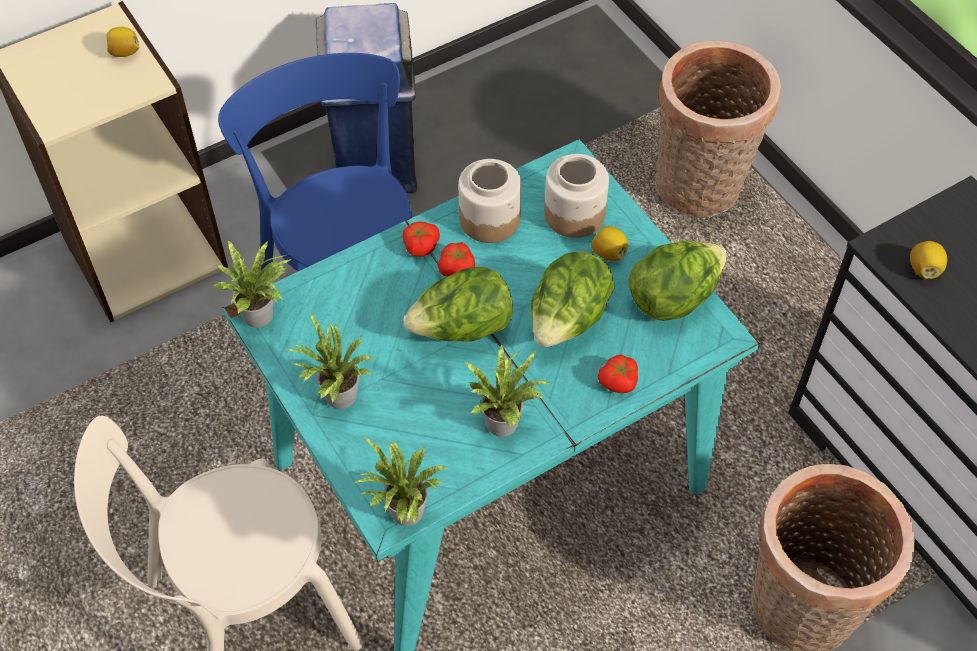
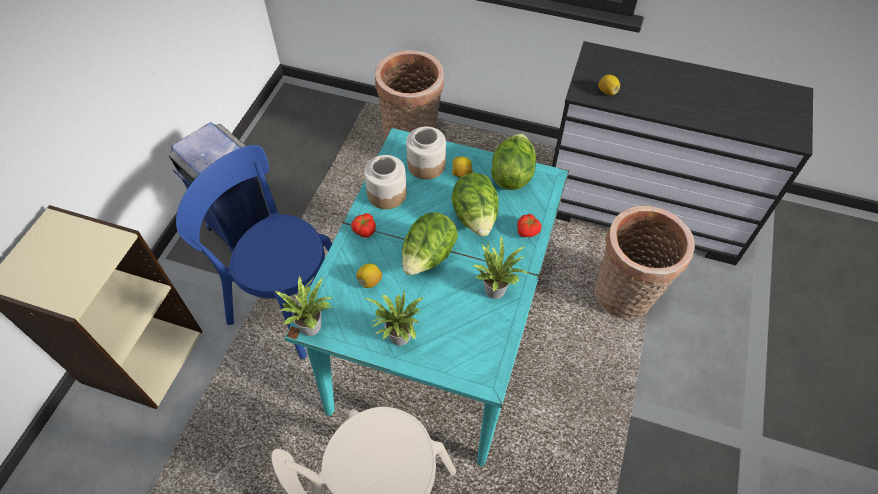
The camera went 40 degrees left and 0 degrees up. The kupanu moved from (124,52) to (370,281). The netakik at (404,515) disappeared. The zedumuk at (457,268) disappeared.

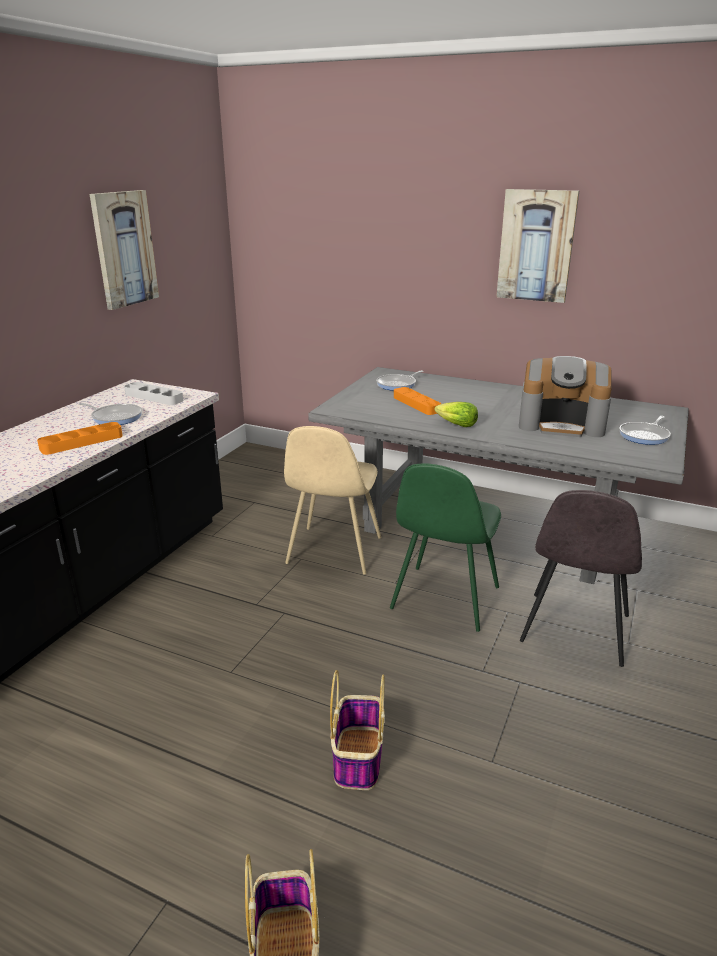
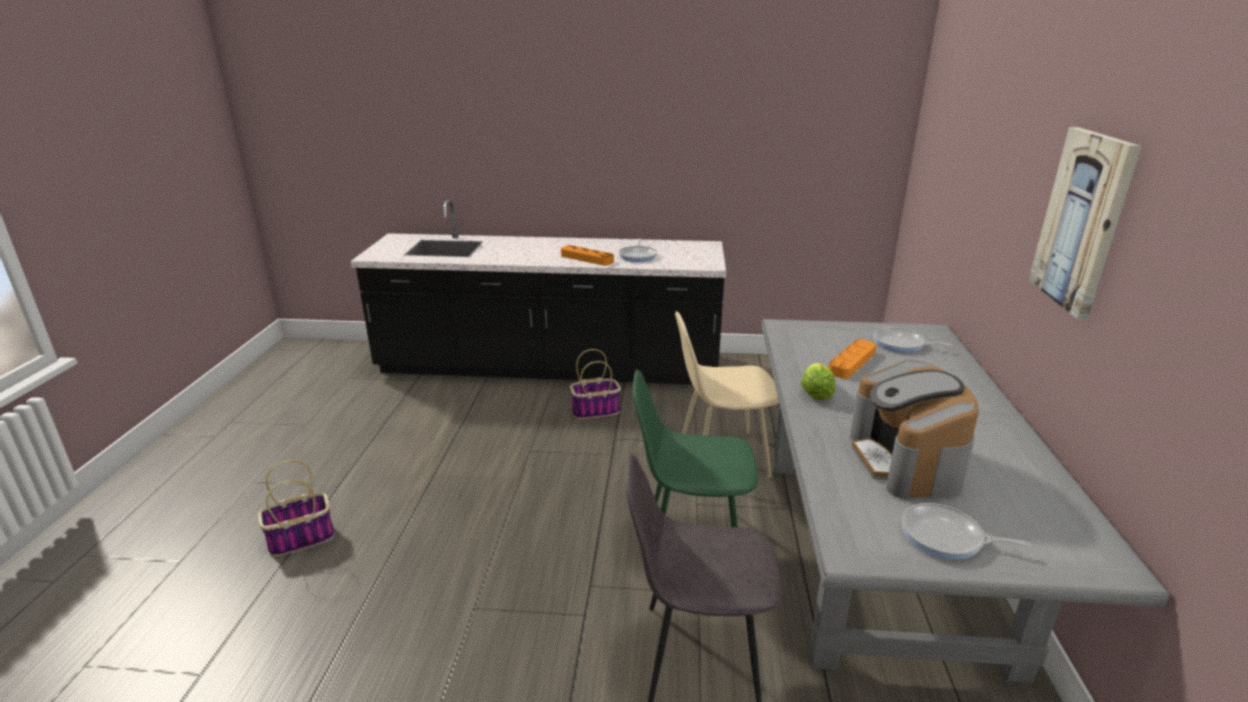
The camera went 70 degrees right and 0 degrees up. The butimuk at (124,249) disappeared. The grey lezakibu at (154,397) disappeared. The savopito moved from (358,757) to (596,410).

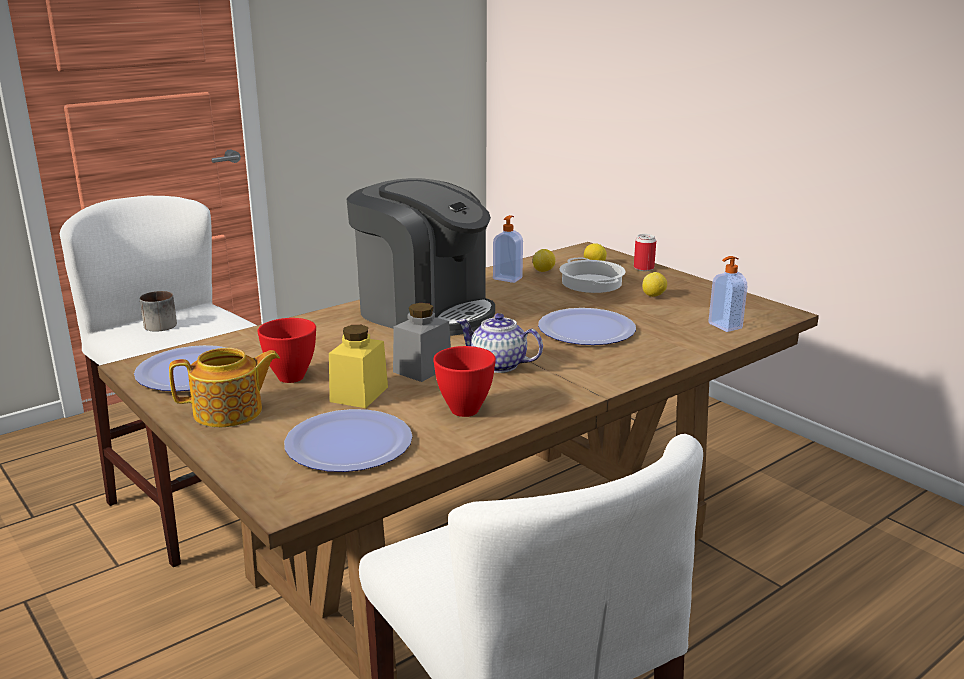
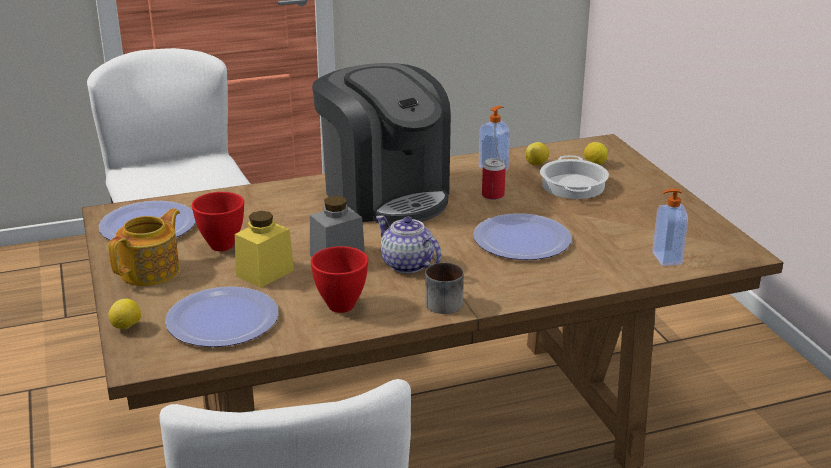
The camera went 20 degrees right and 5 degrees up. The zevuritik moved from (158,324) to (441,301). The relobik at (230,412) turned 60 degrees counterclockwise. The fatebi moved from (643,268) to (493,196). The kupanu moved from (654,296) to (127,327).

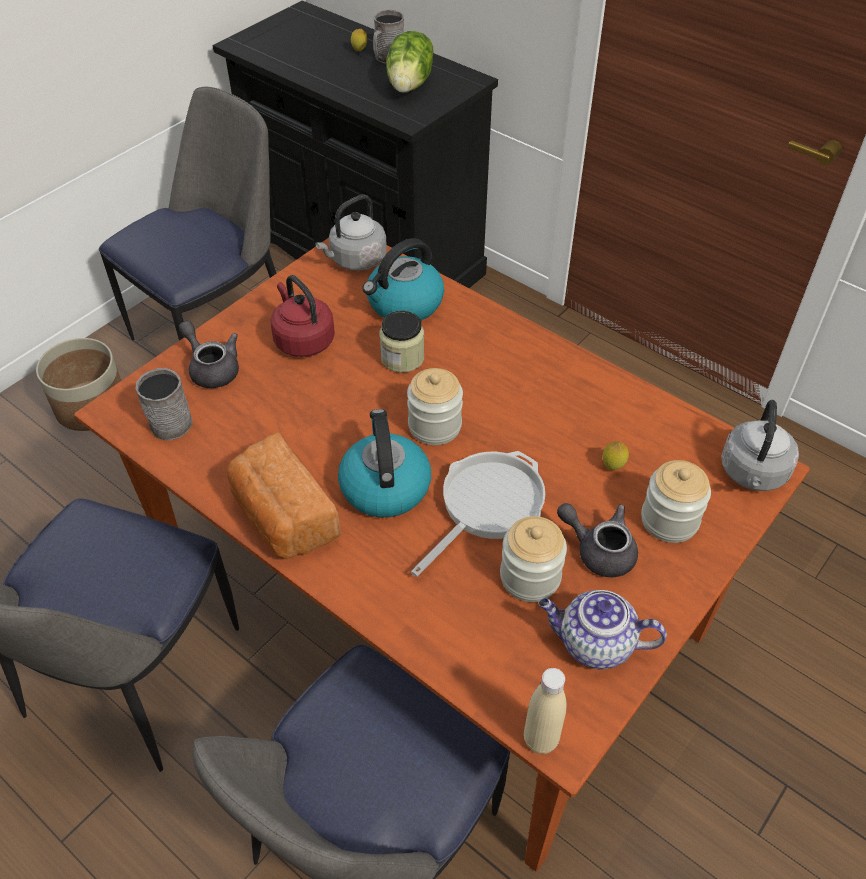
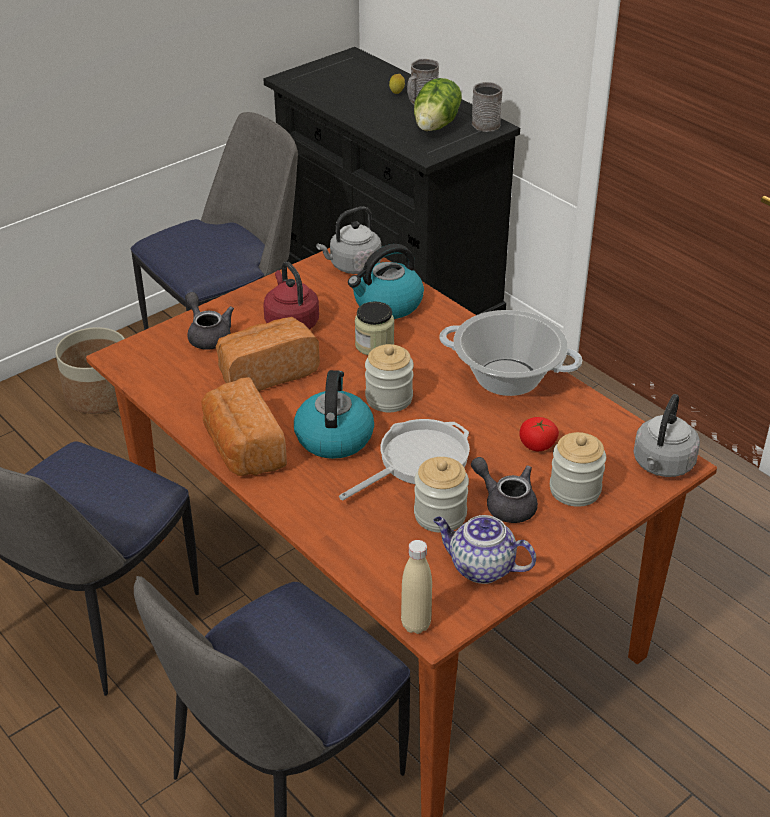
The camera went 10 degrees right and 10 degrees down. The grey zevuritik moved from (169,419) to (484,123). The kupanu at (612,467) was replaced by the zedumuk at (537,446). The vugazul at (265,373) appeared. The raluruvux at (507,377) appeared.

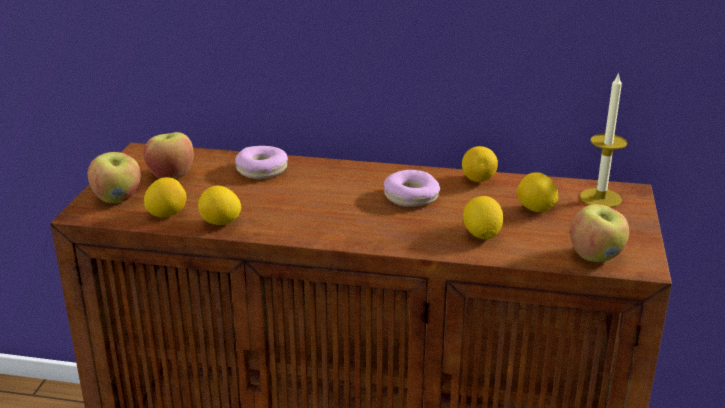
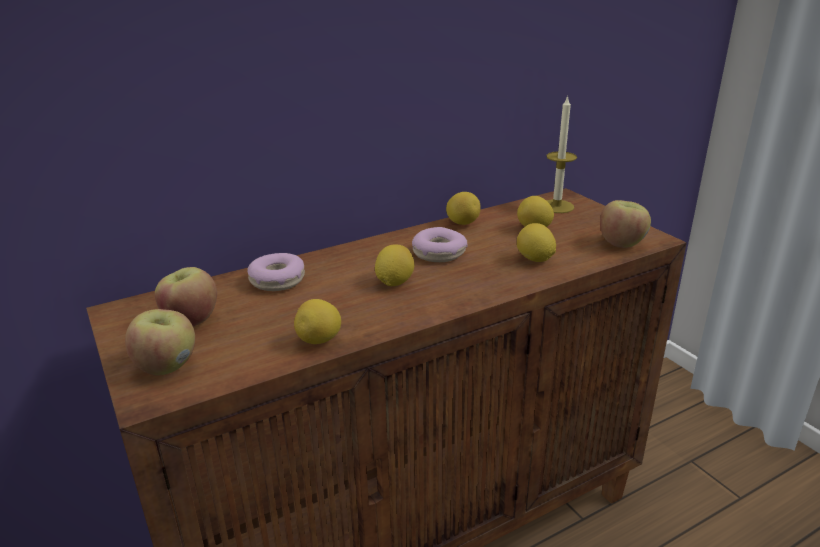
The camera went 40 degrees left and 0 degrees up. The kupanu moved from (167,214) to (394,282).

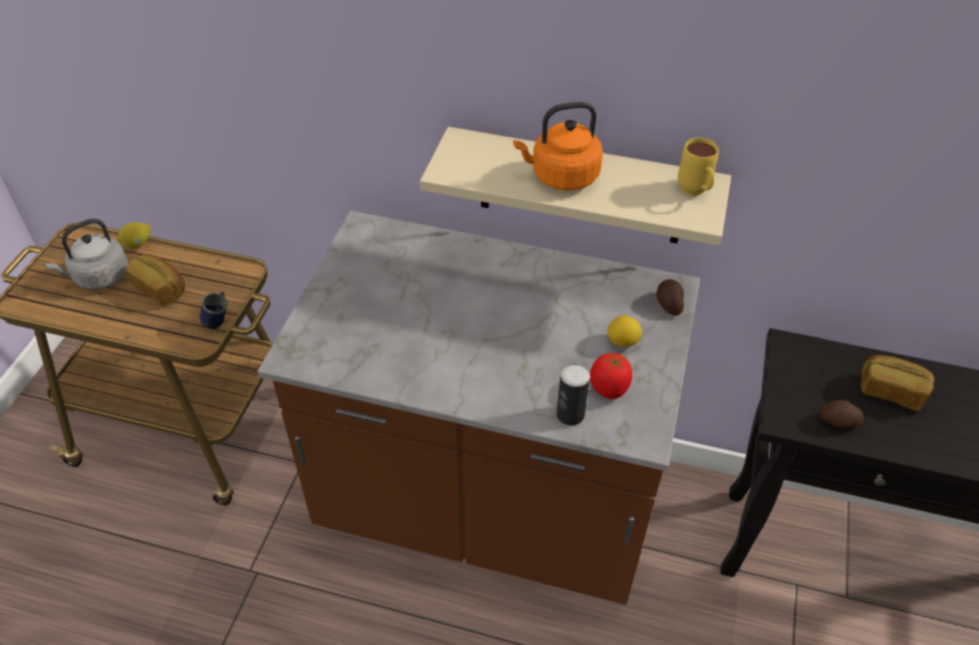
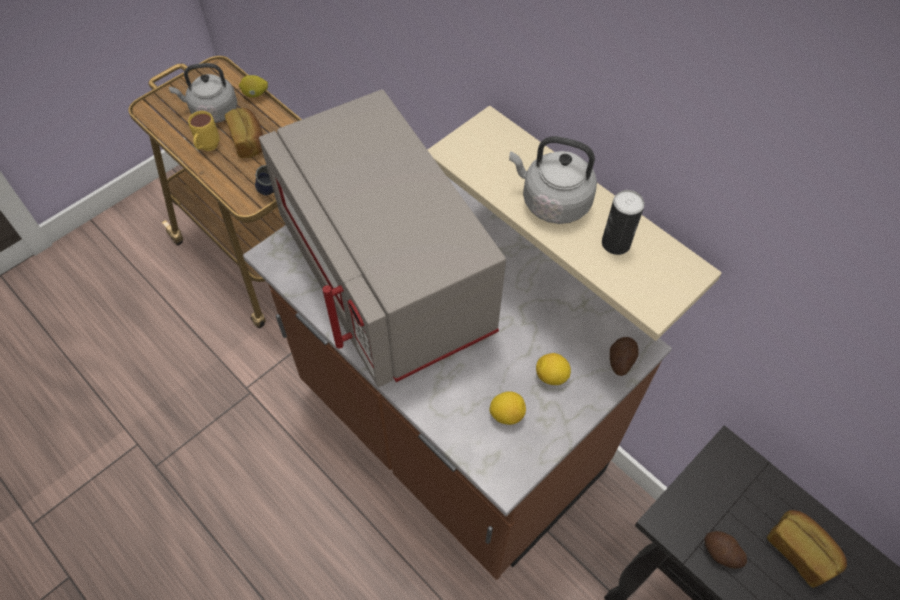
The camera went 30 degrees right and 10 degrees up. The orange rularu at (561,177) became the grey rularu at (552,201). The fatebi moved from (570,414) to (615,243). The zedumuk at (609,389) was replaced by the kupanu at (506,414). The yellow zevuritik moved from (695,193) to (207,148). The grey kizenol at (388,278) appeared.

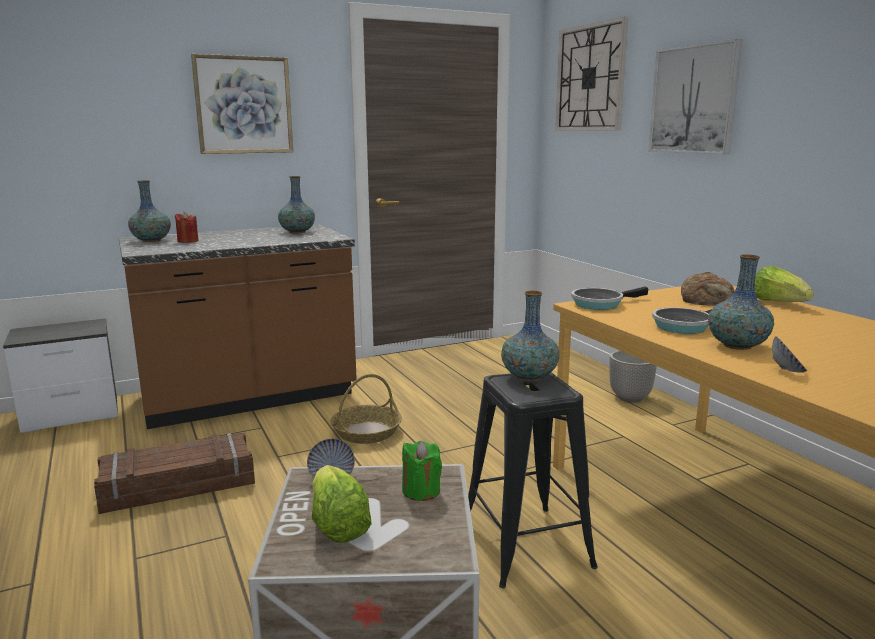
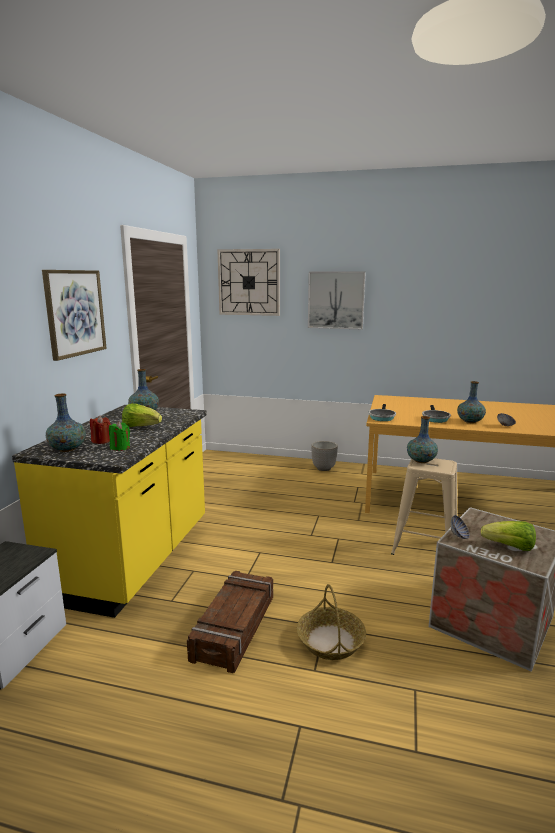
The camera went 50 degrees left and 0 degrees up. The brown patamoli at (248,398) became the yellow patamoli at (134,560). The savopito moved from (367,432) to (330,641). The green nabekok moved from (421,491) to (120,447). The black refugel at (526,545) became the beige refugel at (425,548). The vugazul at (708,299) disappeared. The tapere moved from (777,303) to (141,427).

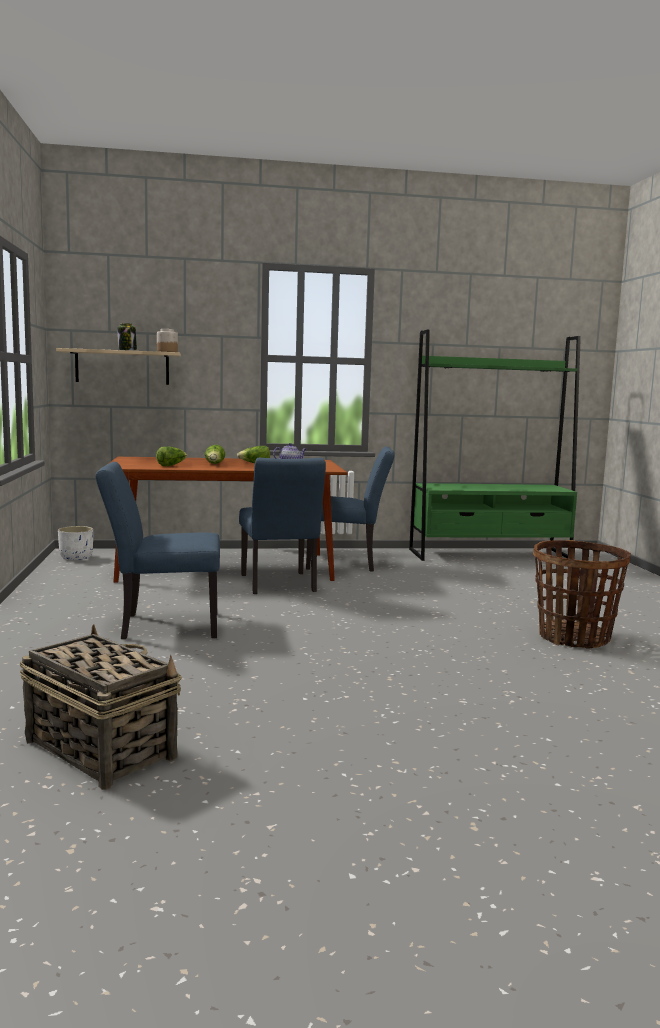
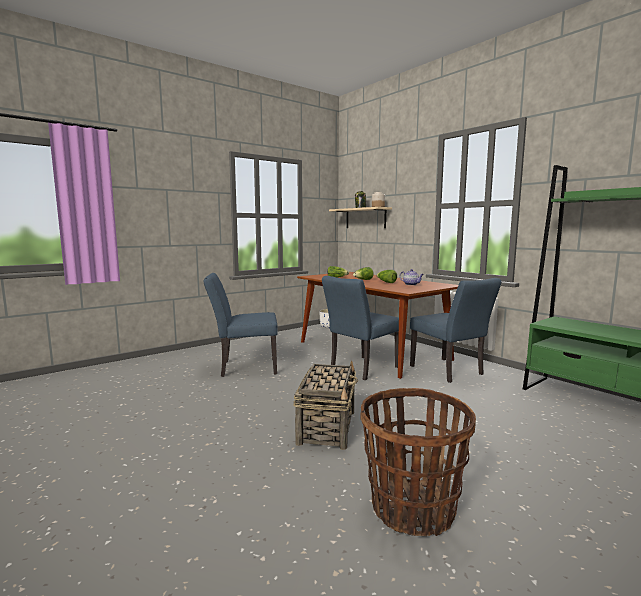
The camera went 60 degrees right and 0 degrees up. The savopito moved from (99,748) to (327,427). The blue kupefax at (161,626) turned 60 degrees counterclockwise.

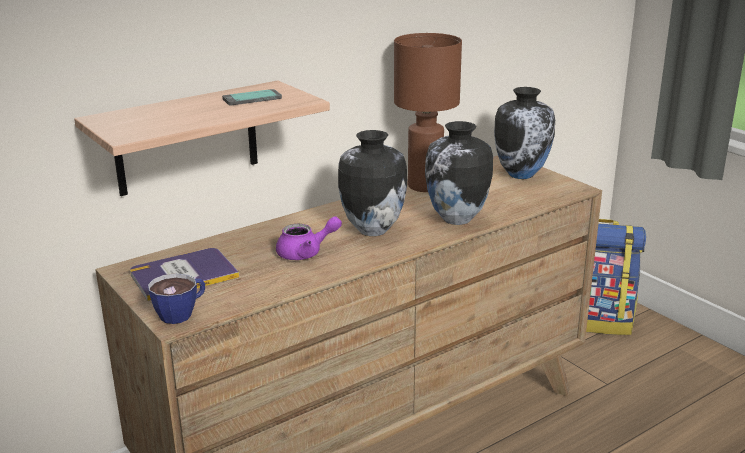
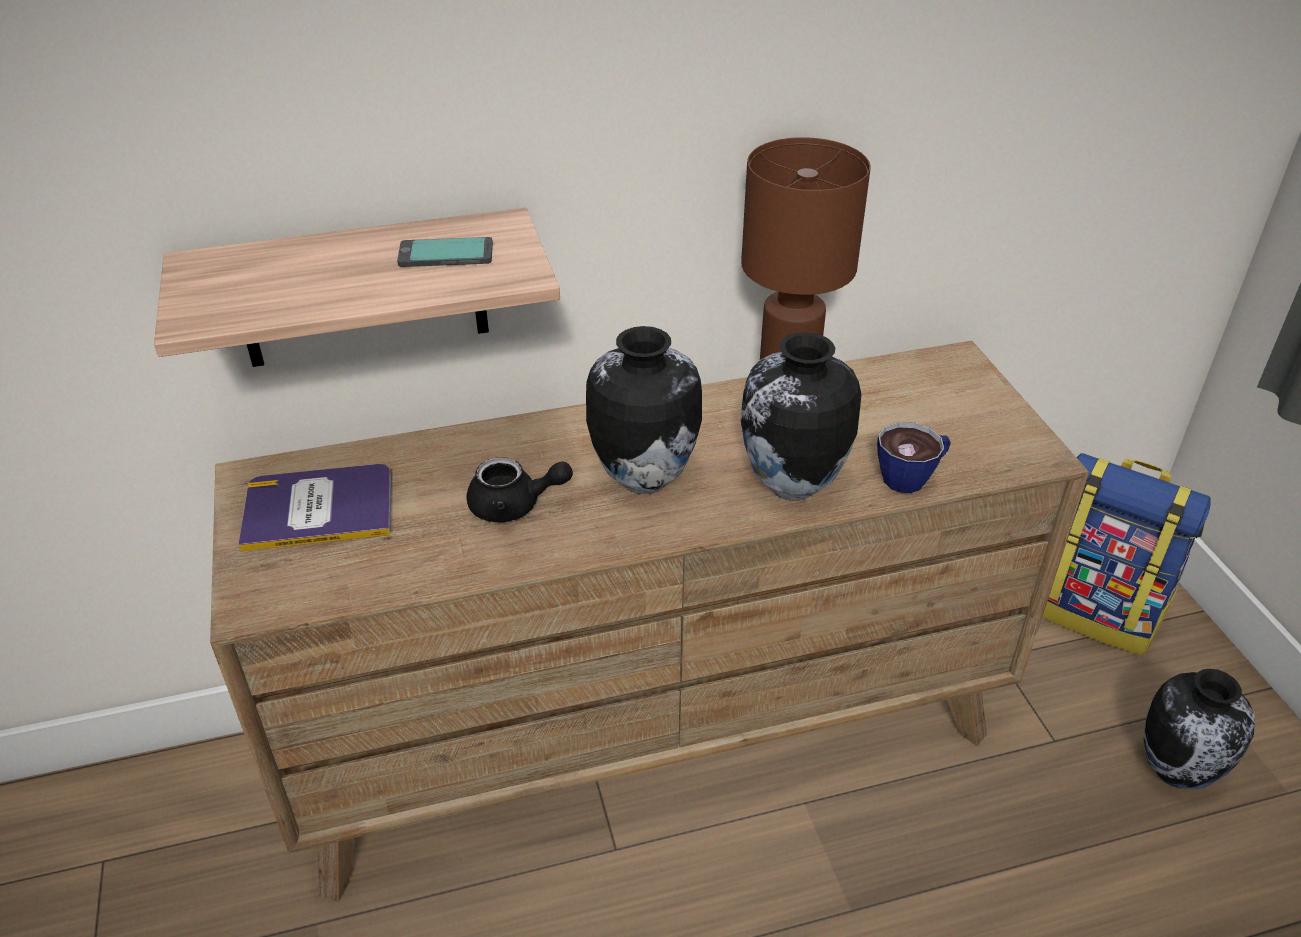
The camera went 20 degrees right and 15 degrees up. The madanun moved from (182,313) to (912,477). The purple relobik at (306,253) became the black relobik at (514,506). The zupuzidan moved from (522,174) to (1176,772).

